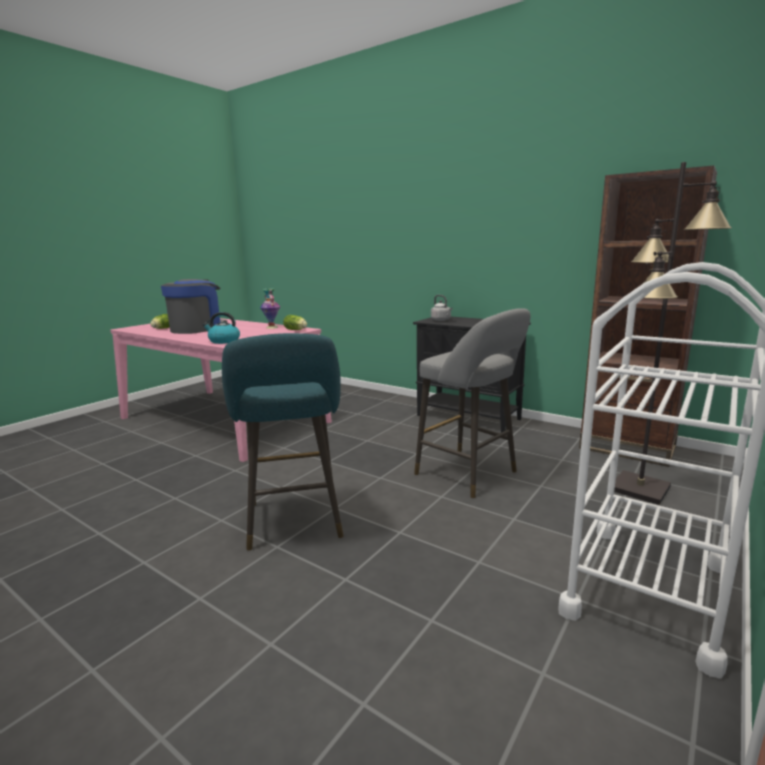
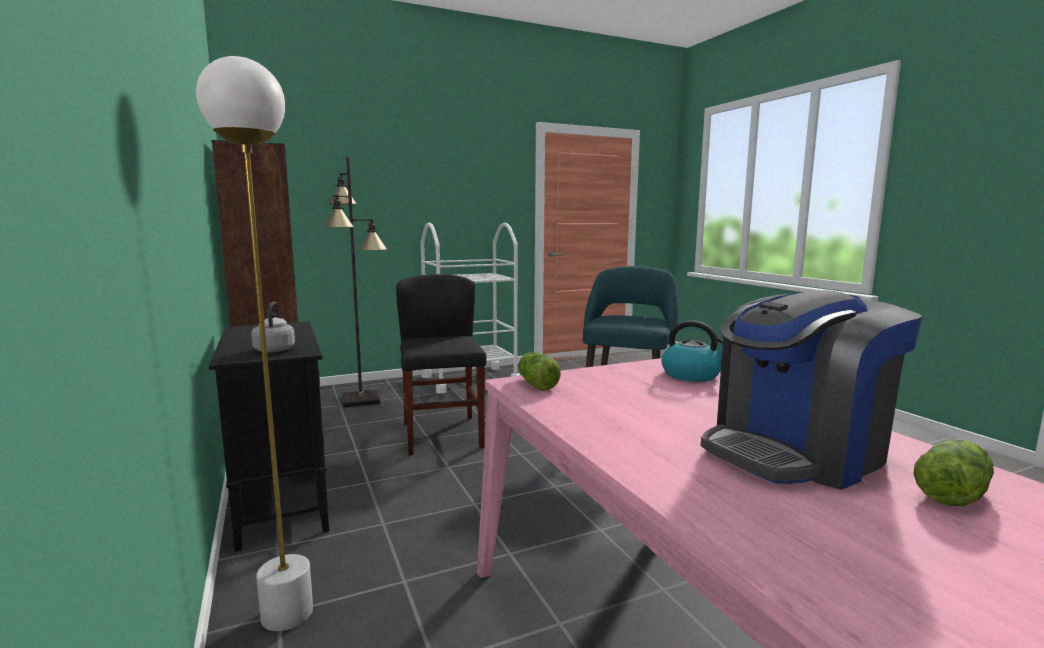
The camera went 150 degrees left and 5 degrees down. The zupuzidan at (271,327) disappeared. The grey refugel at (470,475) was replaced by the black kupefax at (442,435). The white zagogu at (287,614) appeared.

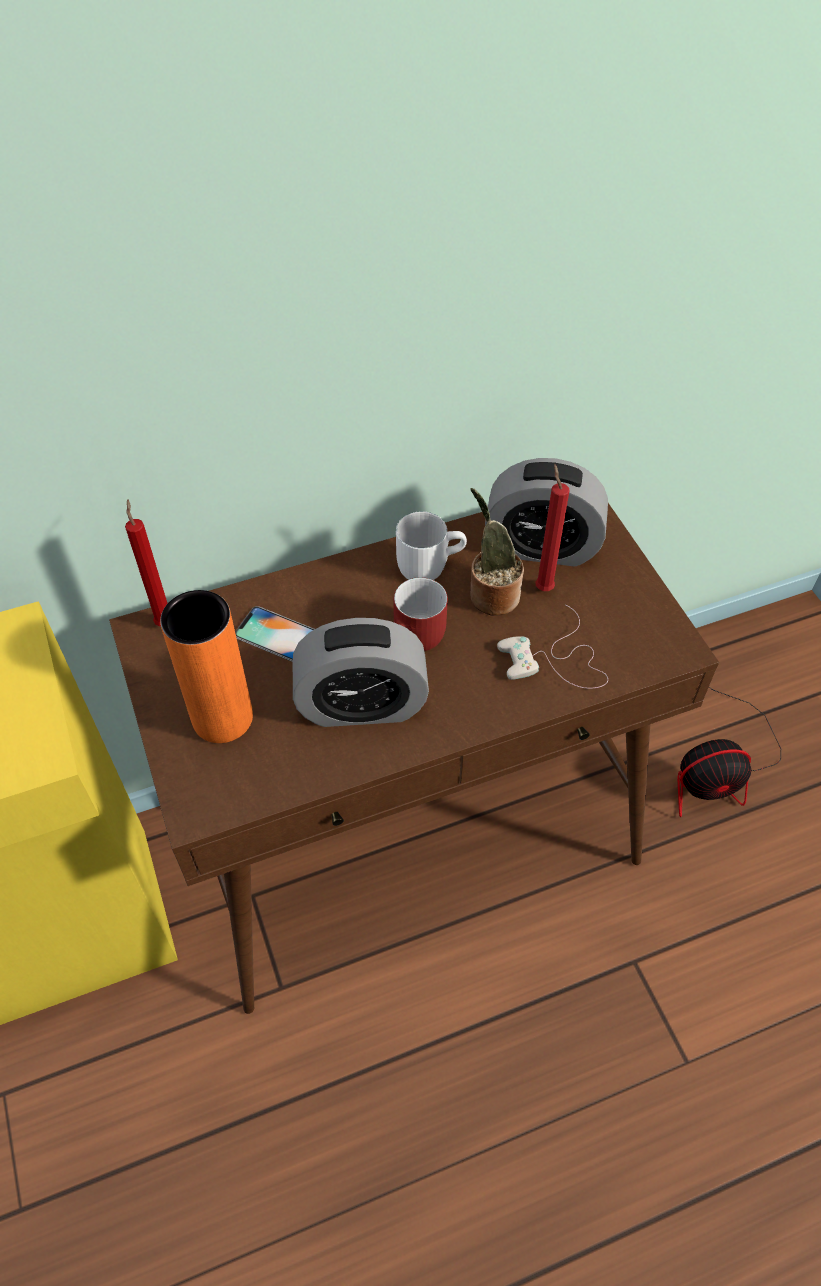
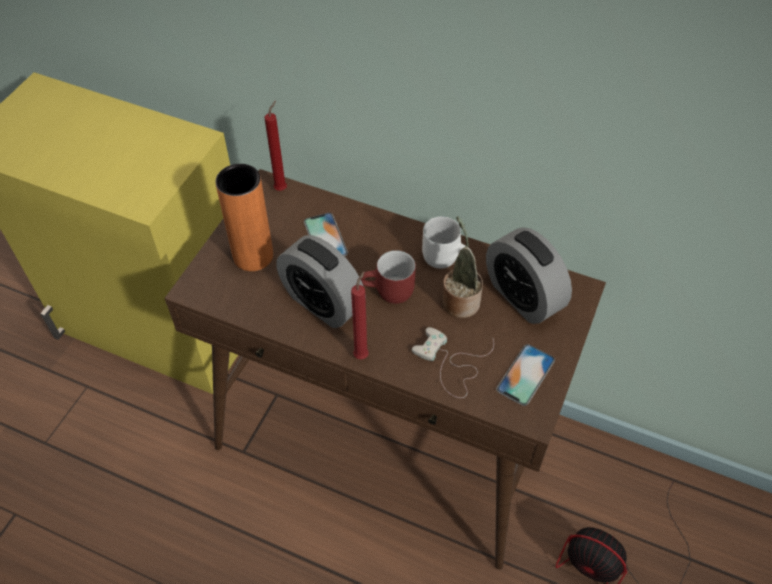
The camera went 45 degrees right and 0 degrees up. The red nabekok moved from (543,586) to (362,354). The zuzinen at (525,374) appeared.

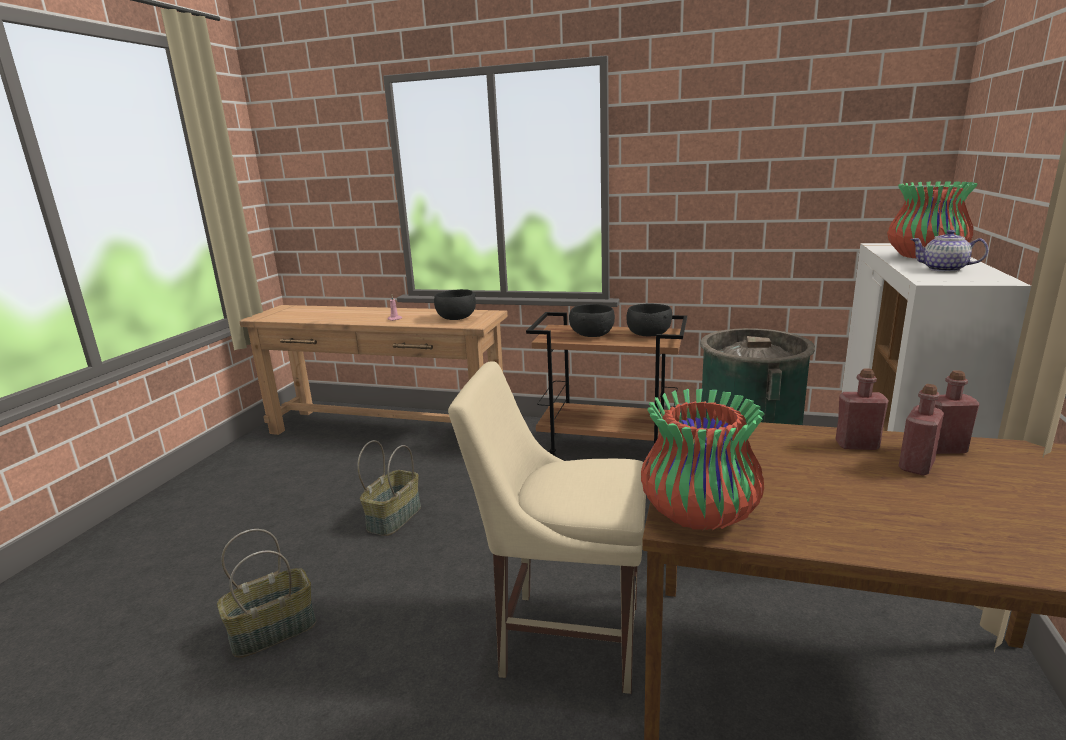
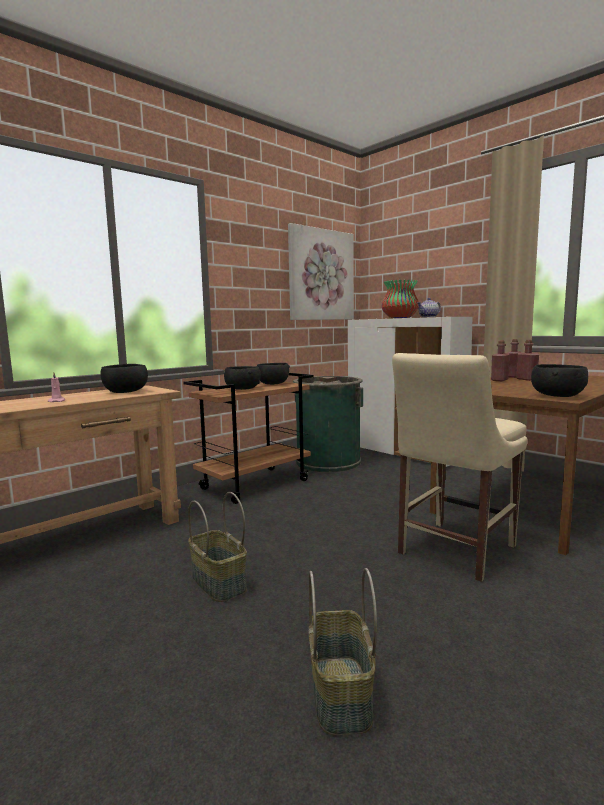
The camera went 60 degrees left and 10 degrees down. The zupuzidan at (699,513) was replaced by the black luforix at (557,396). The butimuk at (321,275) appeared.

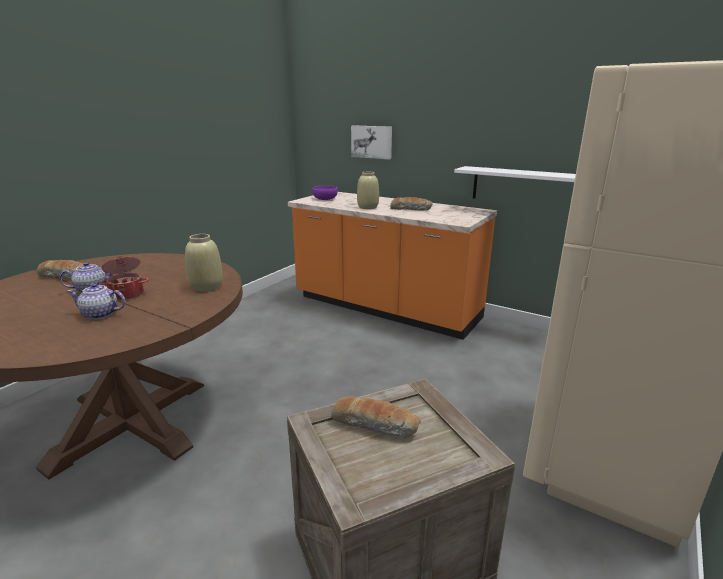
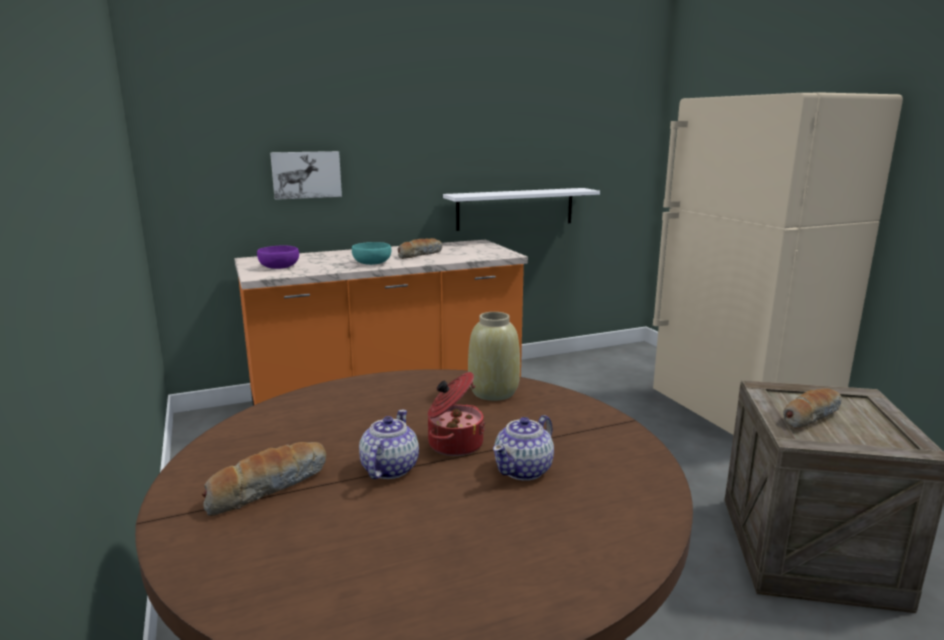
The camera went 55 degrees left and 5 degrees down. The beige zupuzidan at (367,207) was replaced by the turquoise luforix at (371,263).

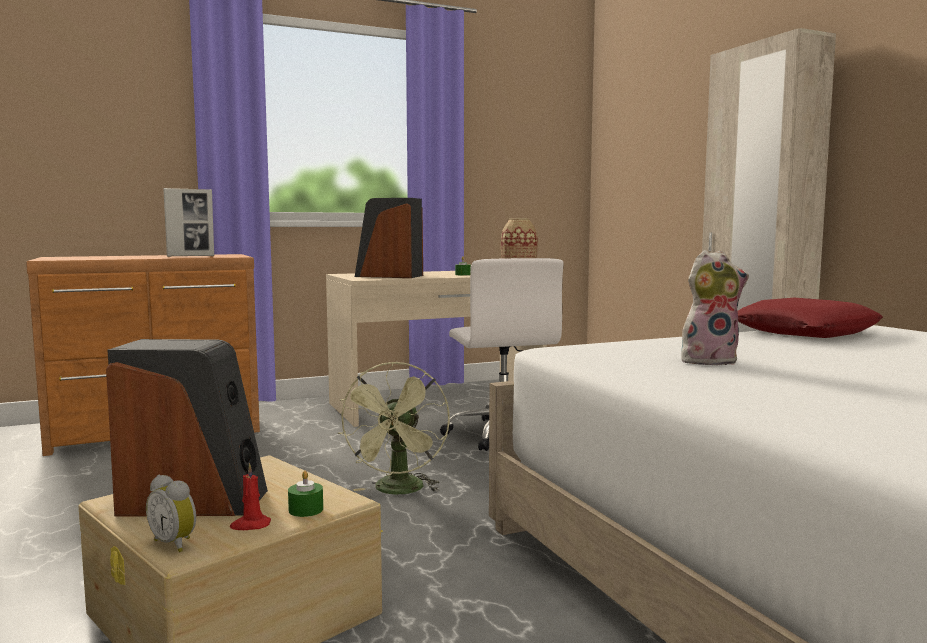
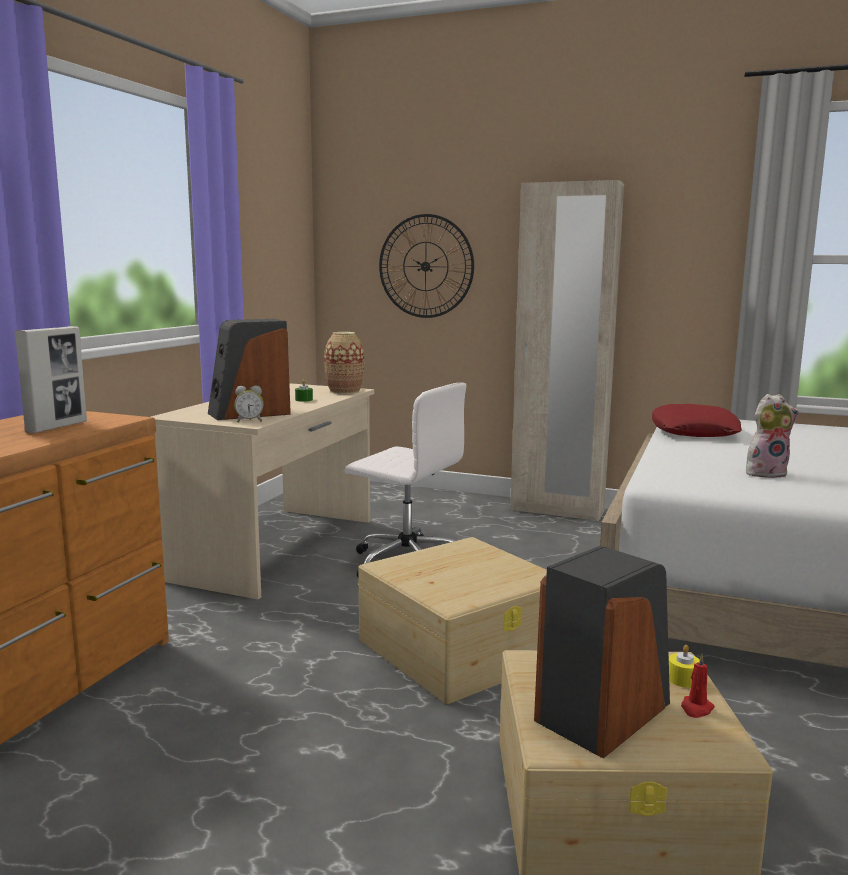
The camera went 45 degrees left and 5 degrees up. The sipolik moved from (175,543) to (249,421). The green nabekok at (306,510) became the yellow nabekok at (683,679). The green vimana at (398,491) was replaced by the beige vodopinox at (462,647). The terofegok at (709,361) turned 45 degrees clockwise. The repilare at (425,266) appeared.

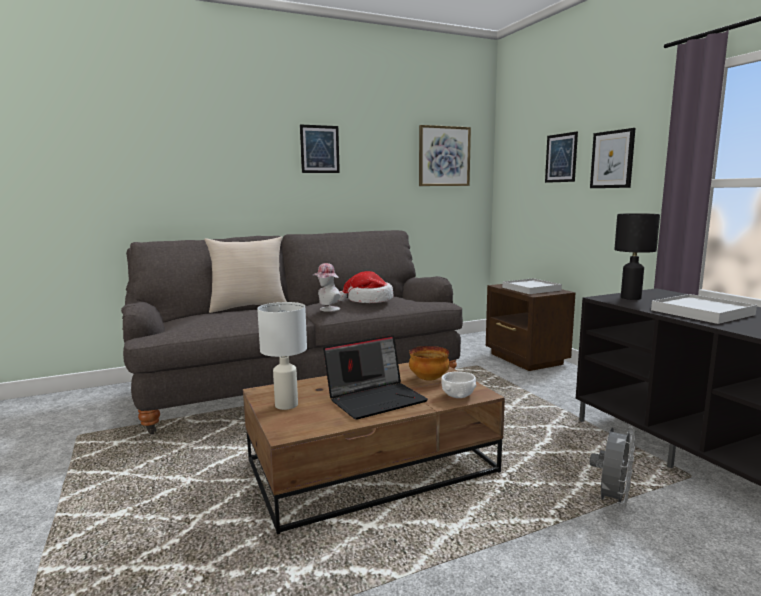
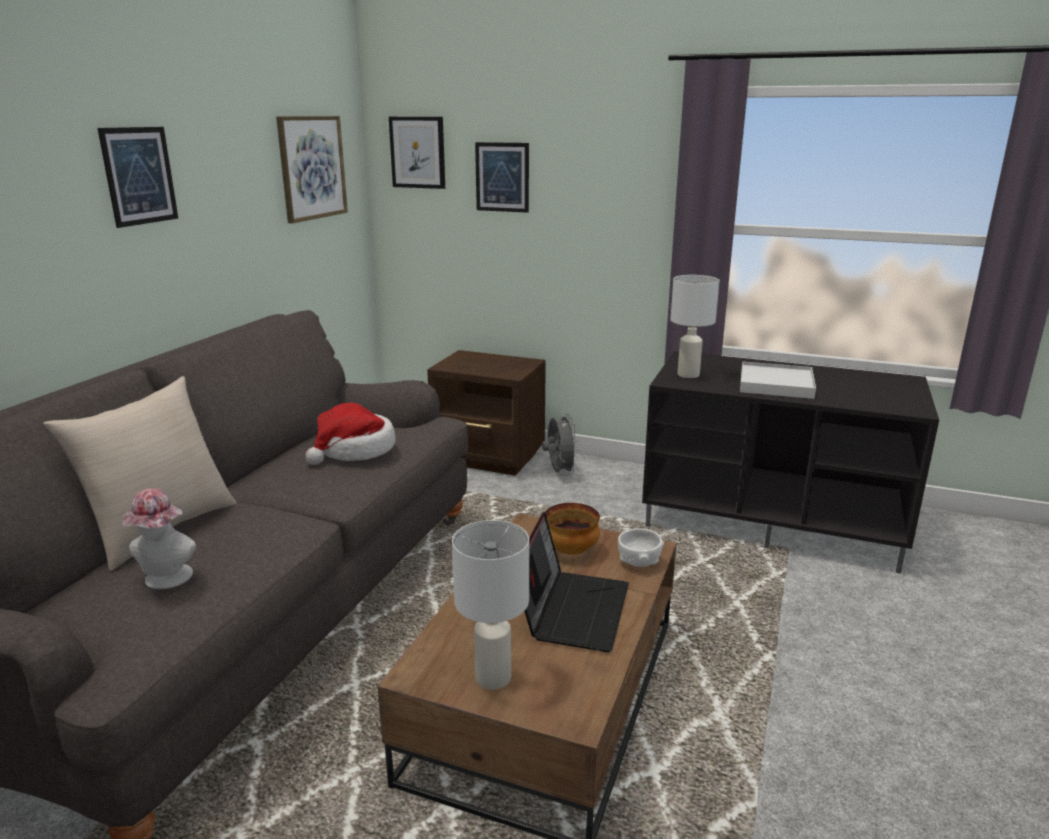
The camera went 45 degrees left and 10 degrees up. The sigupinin moved from (327,309) to (166,580). The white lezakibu at (531,289) disappeared. The butimuk moved from (612,159) to (417,152). The grey vimana moved from (612,501) to (559,472). The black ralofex at (630,297) became the white ralofex at (687,374).

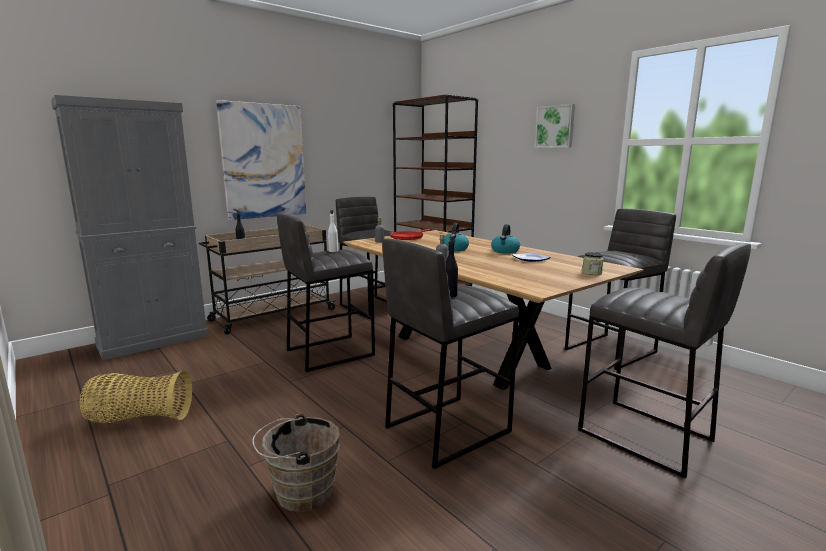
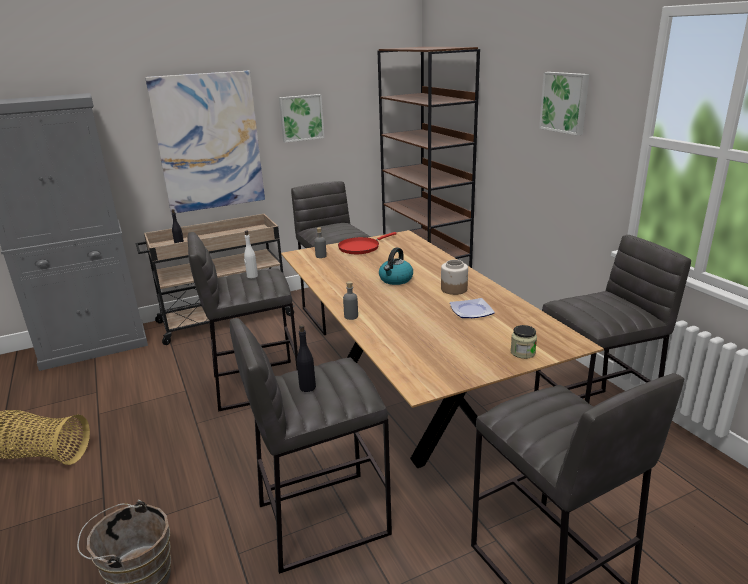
The camera went 15 degrees right and 10 degrees up. The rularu at (505,251) was replaced by the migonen at (454,289). The butimuk at (301,118) appeared.

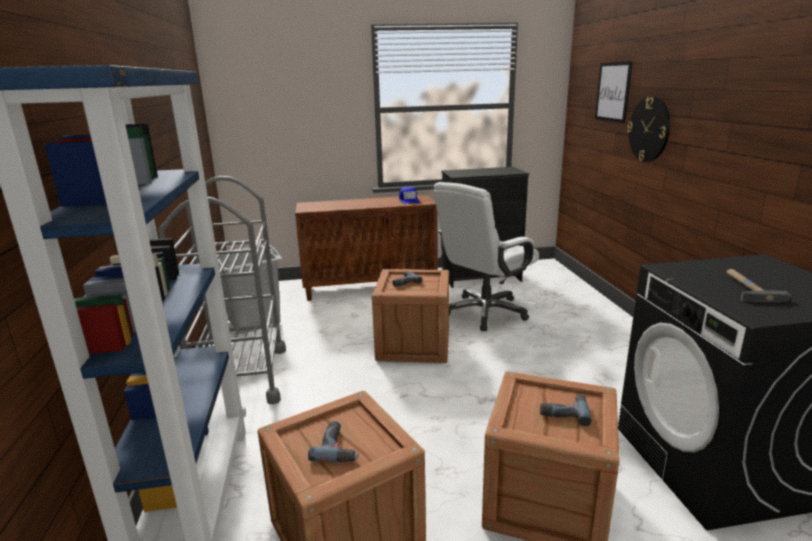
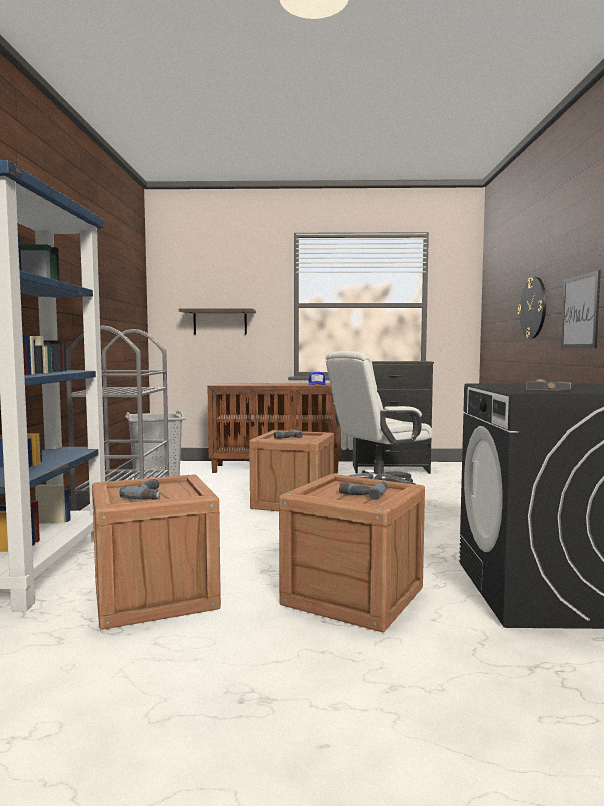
The camera went 10 degrees right and 15 degrees down. The butimuk moved from (613,92) to (580,311). The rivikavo at (220,322) appeared.

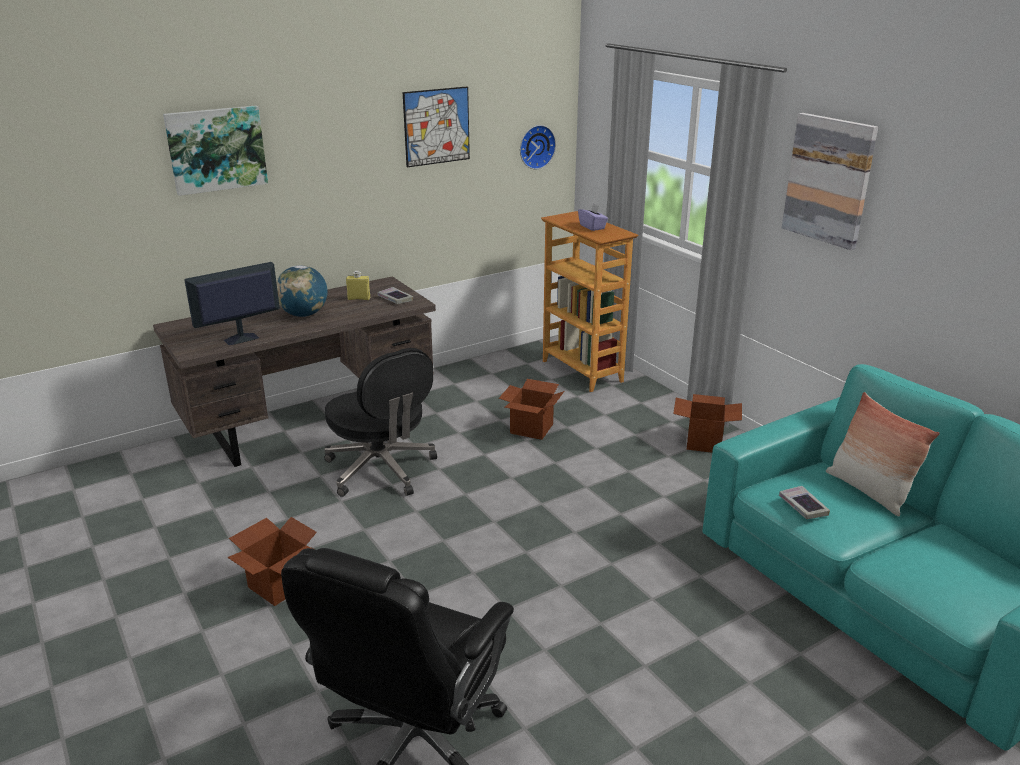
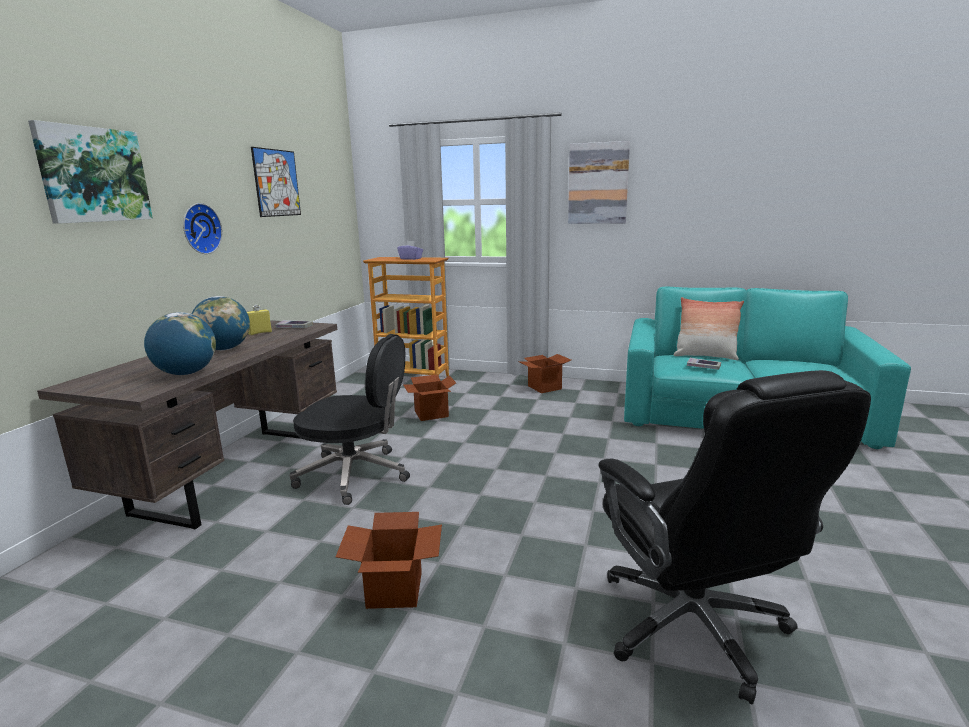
The camera went 40 degrees left and 10 degrees down. The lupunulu at (240,339) was replaced by the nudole at (186,373). The repilare moved from (535,146) to (200,228).

